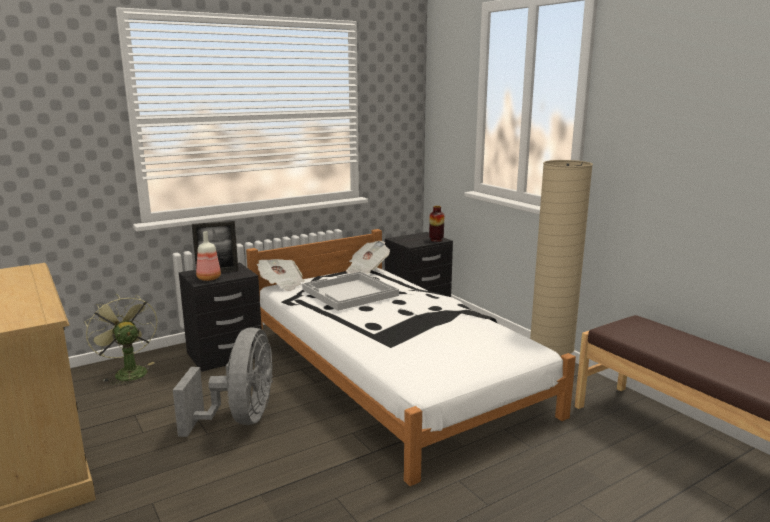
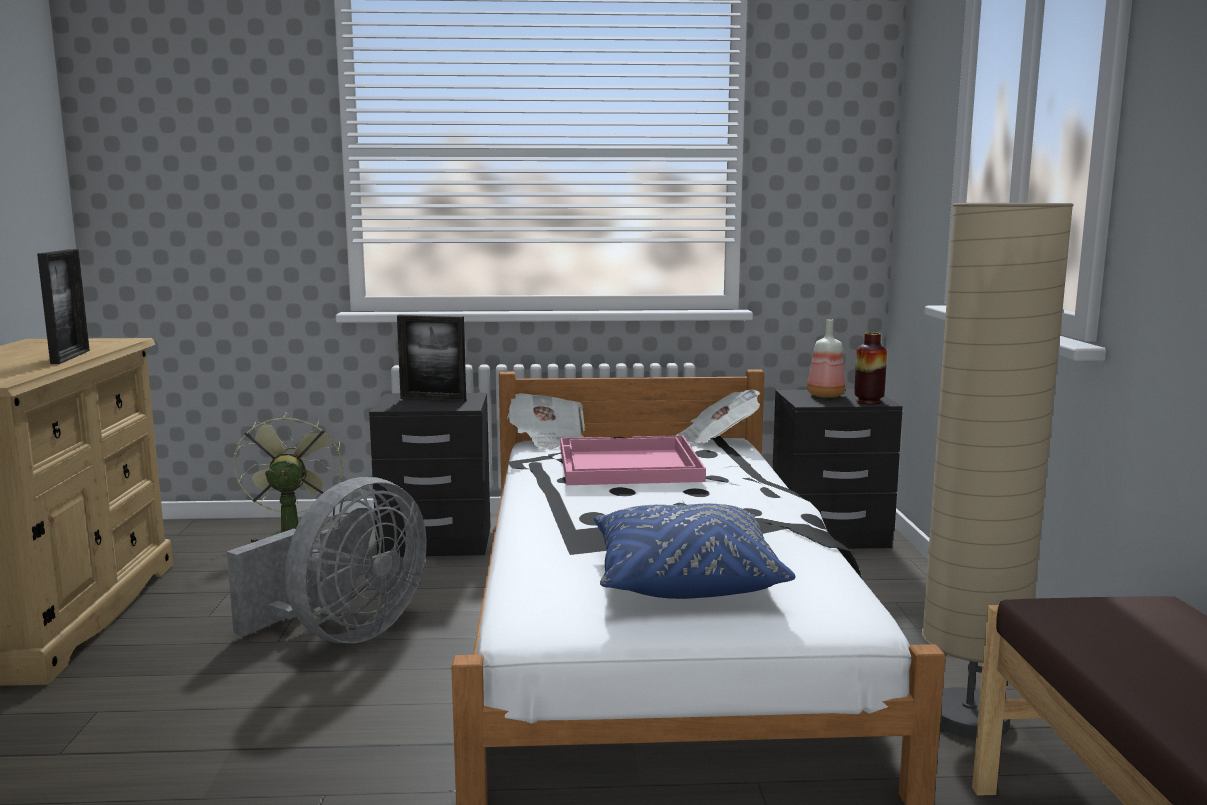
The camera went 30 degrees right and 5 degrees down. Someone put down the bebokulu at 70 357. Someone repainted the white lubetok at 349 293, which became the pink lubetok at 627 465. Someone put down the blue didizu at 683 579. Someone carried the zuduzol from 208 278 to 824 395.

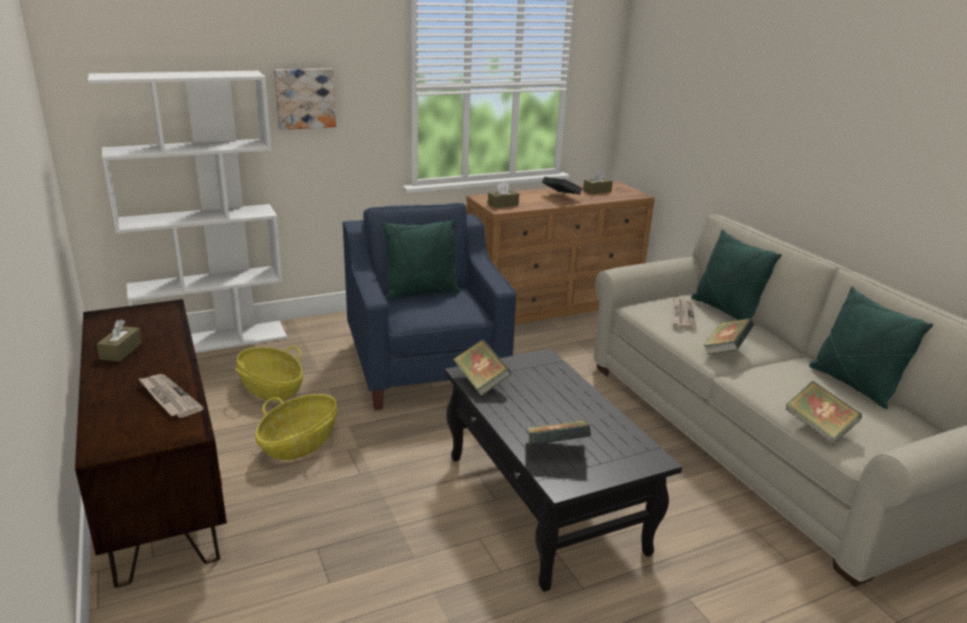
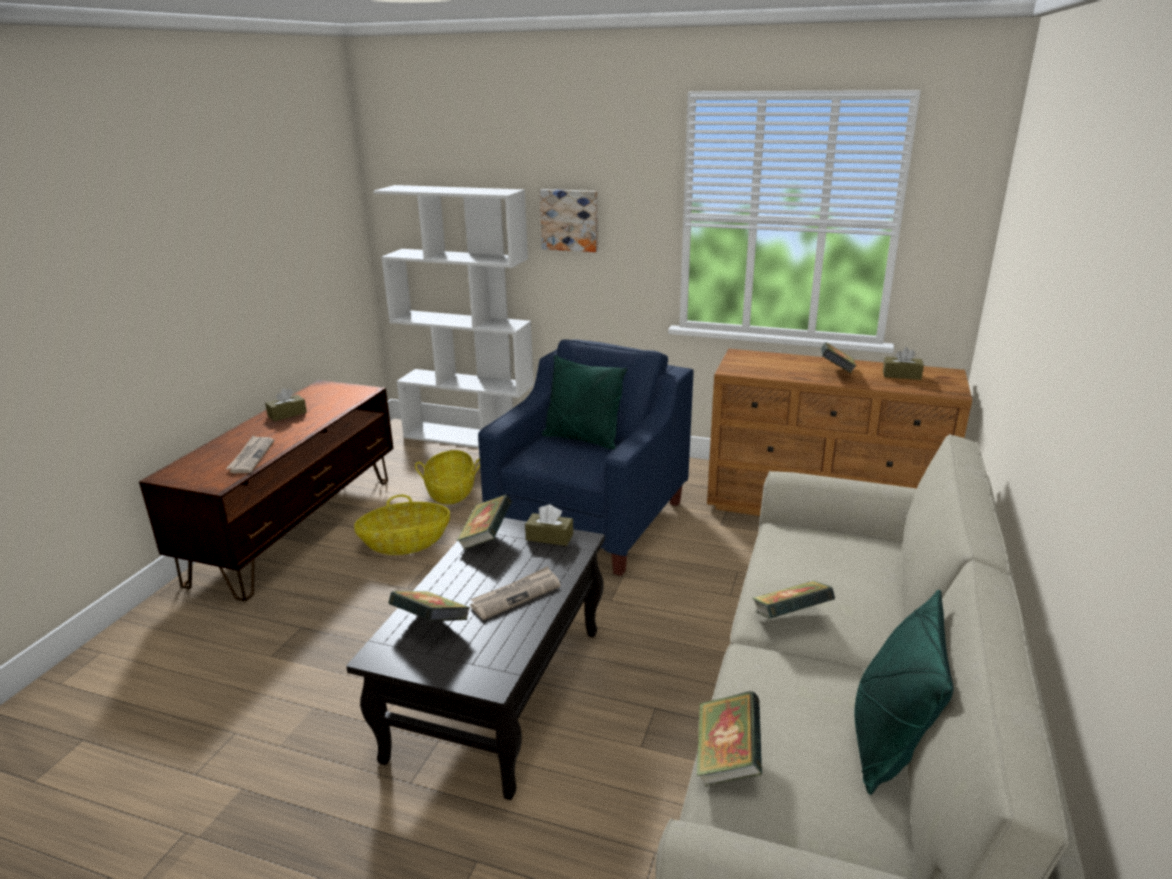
The camera went 45 degrees right and 0 degrees up. Someone carried the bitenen from 682 315 to 516 595. Someone carried the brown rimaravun from 503 204 to 549 537. Someone took away the green didizu at 725 311.

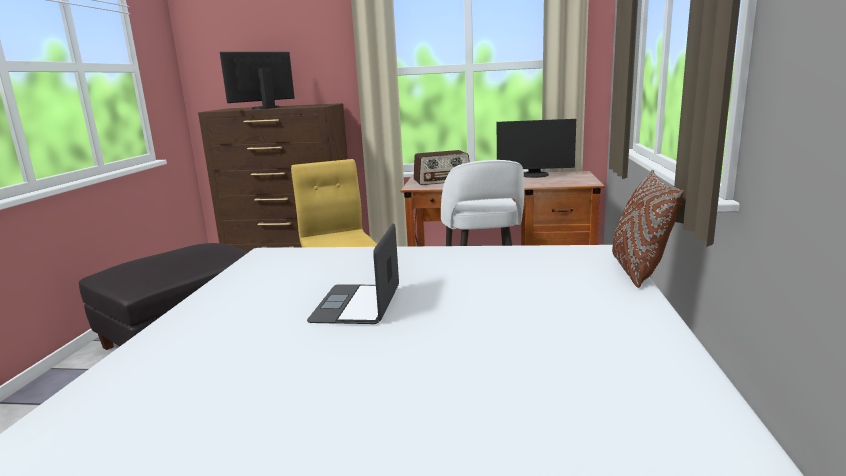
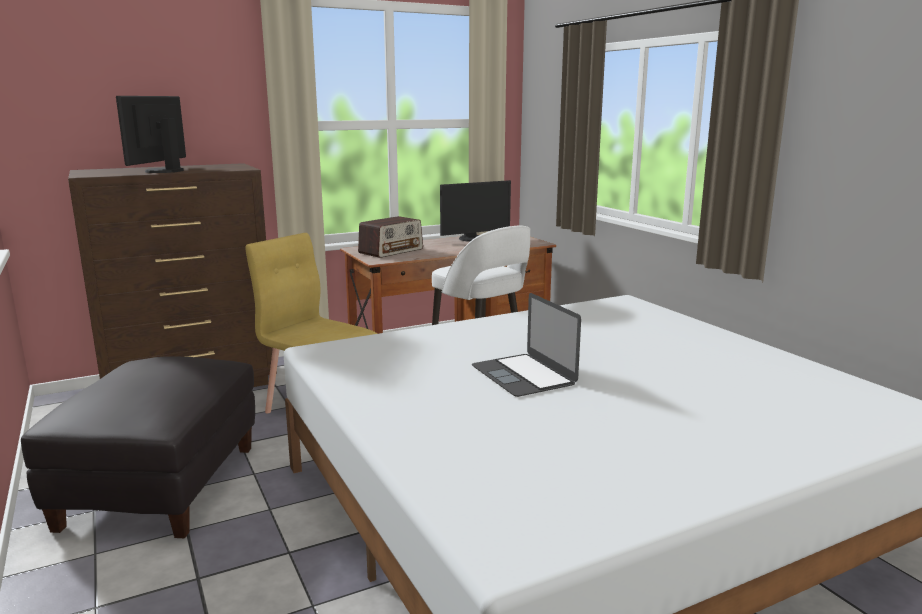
The camera went 35 degrees left and 0 degrees up. Someone took away the brown didizu at 638 271.

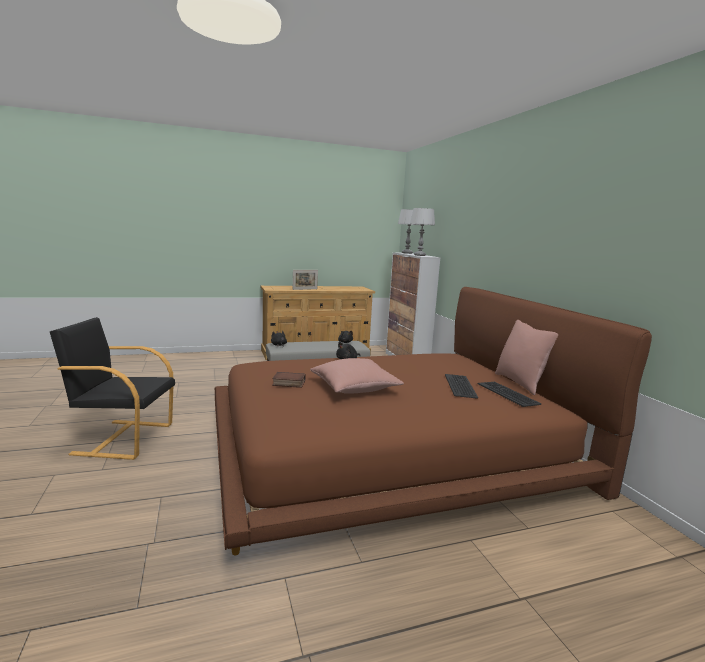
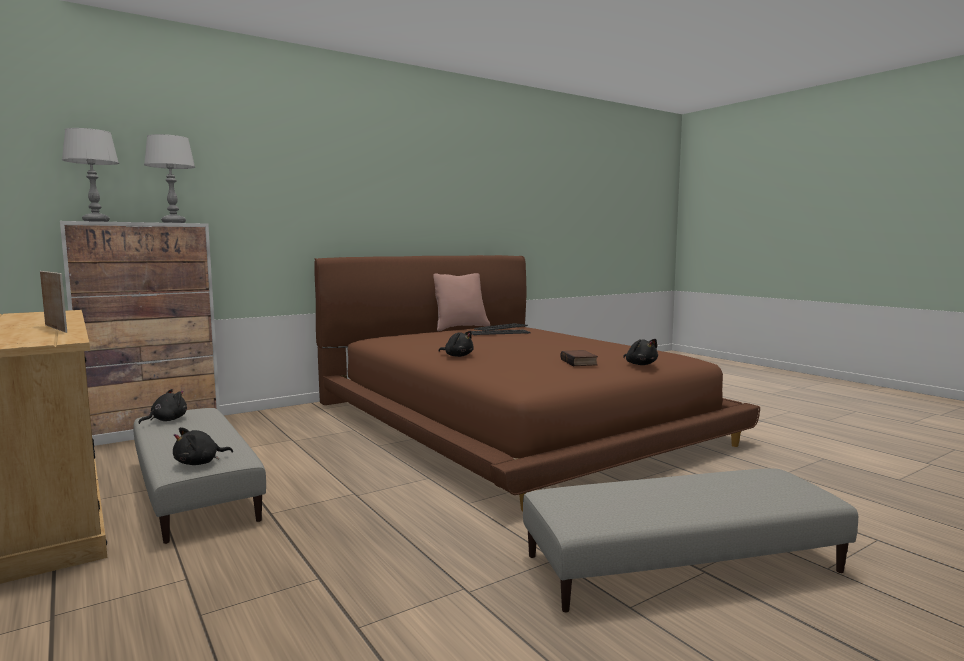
The camera went 105 degrees left and 5 degrees down. Someone swapped the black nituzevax at 122 438 for the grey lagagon at 682 564. Someone put down the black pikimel at 640 364. Someone took away the pink didizu at 354 388.

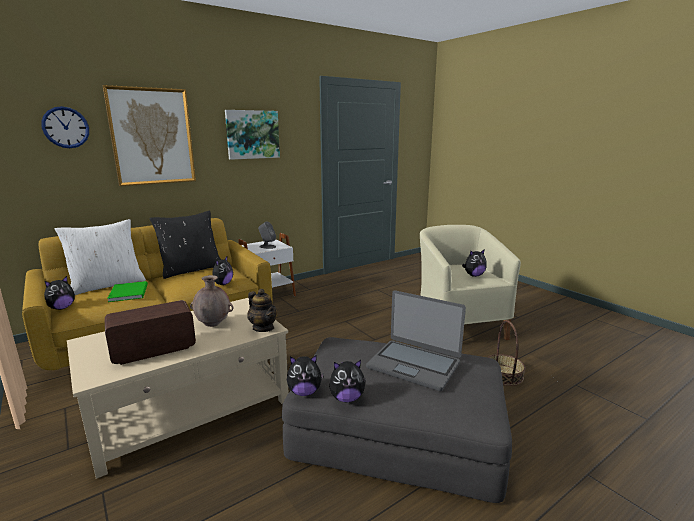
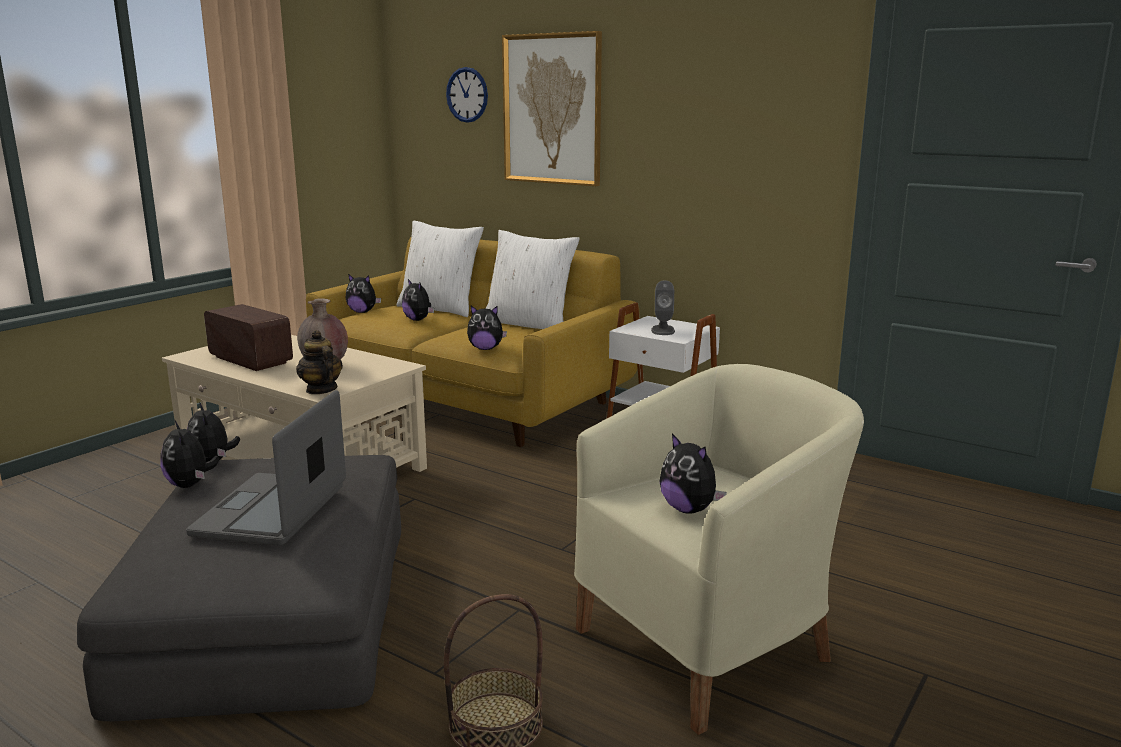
The camera went 70 degrees right and 0 degrees up. Someone rotated the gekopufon at 263 328 by 120 degrees clockwise. Someone swapped the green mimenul at 130 292 for the pikimel at 418 320. Someone repainted the black didizu at 191 269, which became the white didizu at 529 324. Someone took away the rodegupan at 252 134.

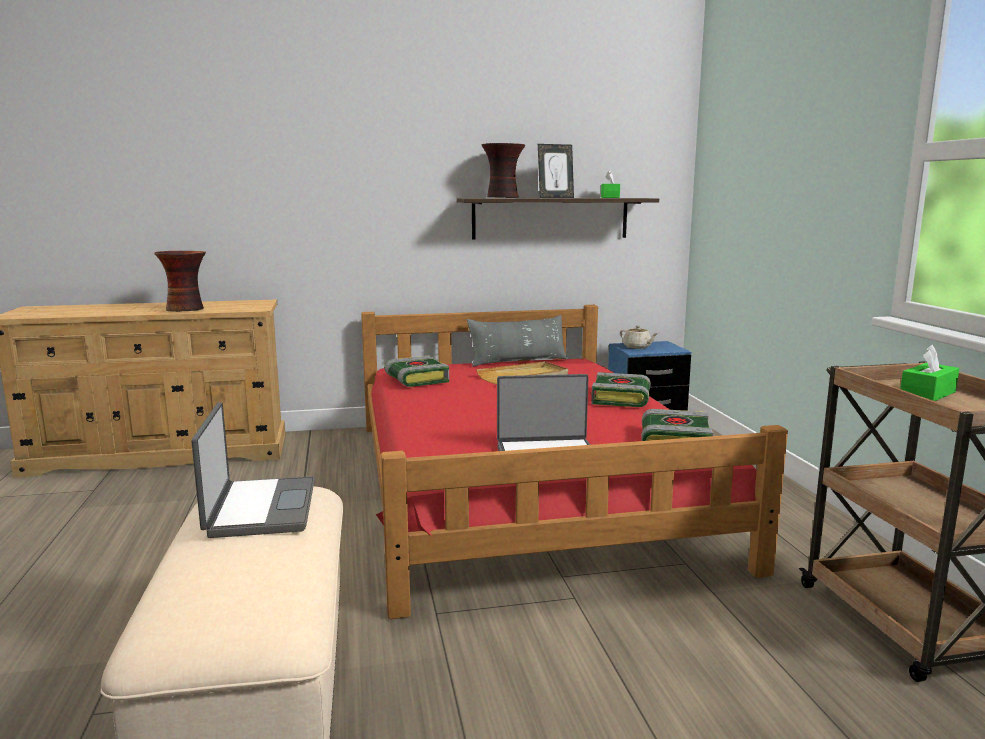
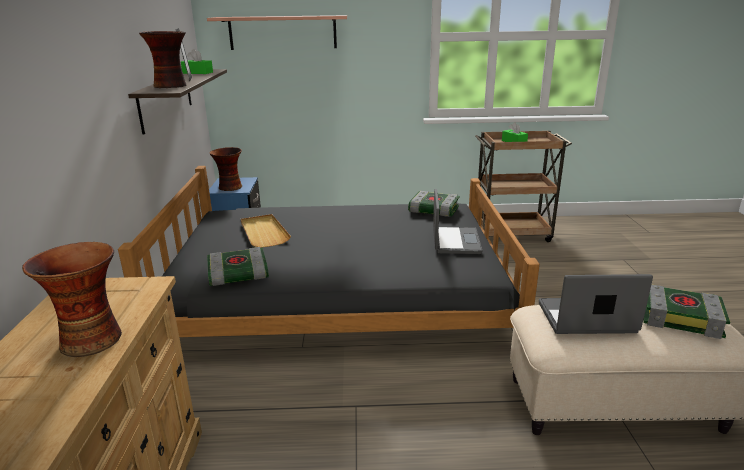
The camera went 80 degrees left and 10 degrees up. Someone repainted the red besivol at 523 486, which became the black besivol at 342 296. Someone put up the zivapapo at 282 32. Someone swapped the beige gekopufon at 637 347 for the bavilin at 230 187. Someone carried the mimenul from 622 399 to 681 317. Someone took away the grey didizu at 518 361.

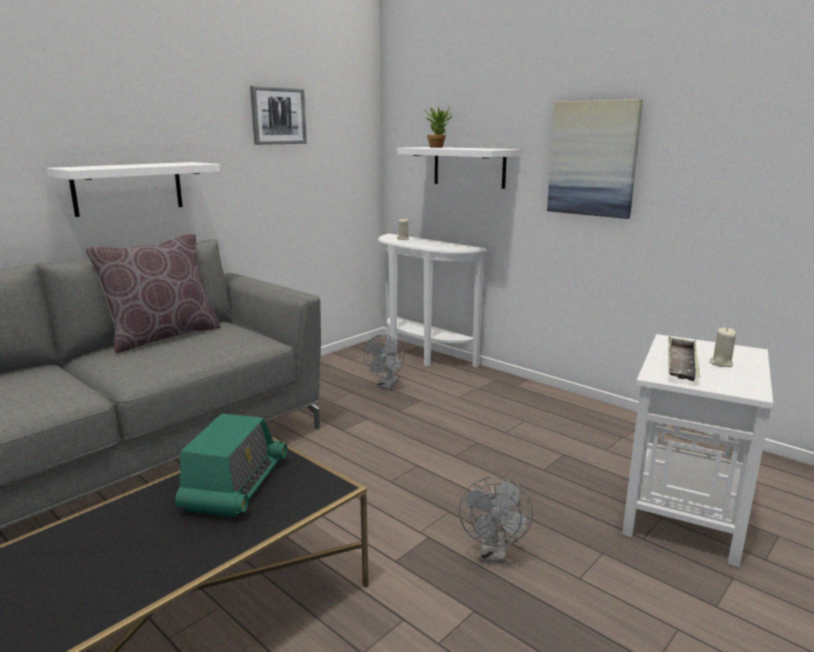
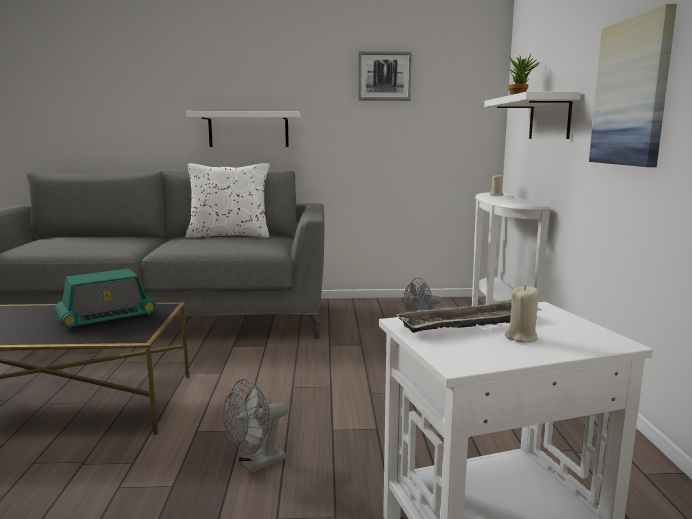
The camera went 45 degrees right and 5 degrees down. Someone repainted the brown didizu at 163 336, which became the white didizu at 229 235.

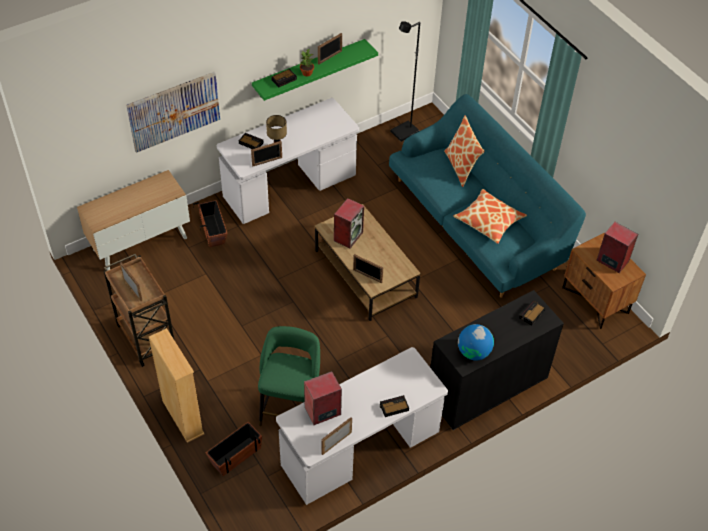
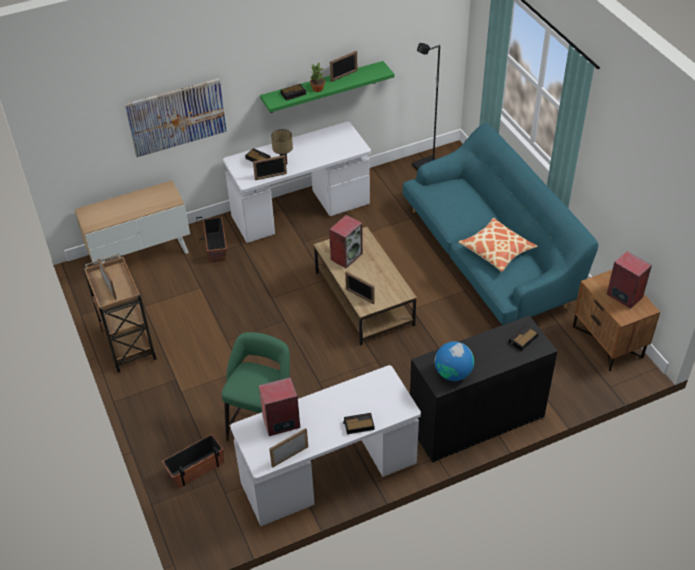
The camera went 10 degrees right and 5 degrees down. Someone took away the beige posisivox at 182 417. Someone took away the didizu at 461 167.

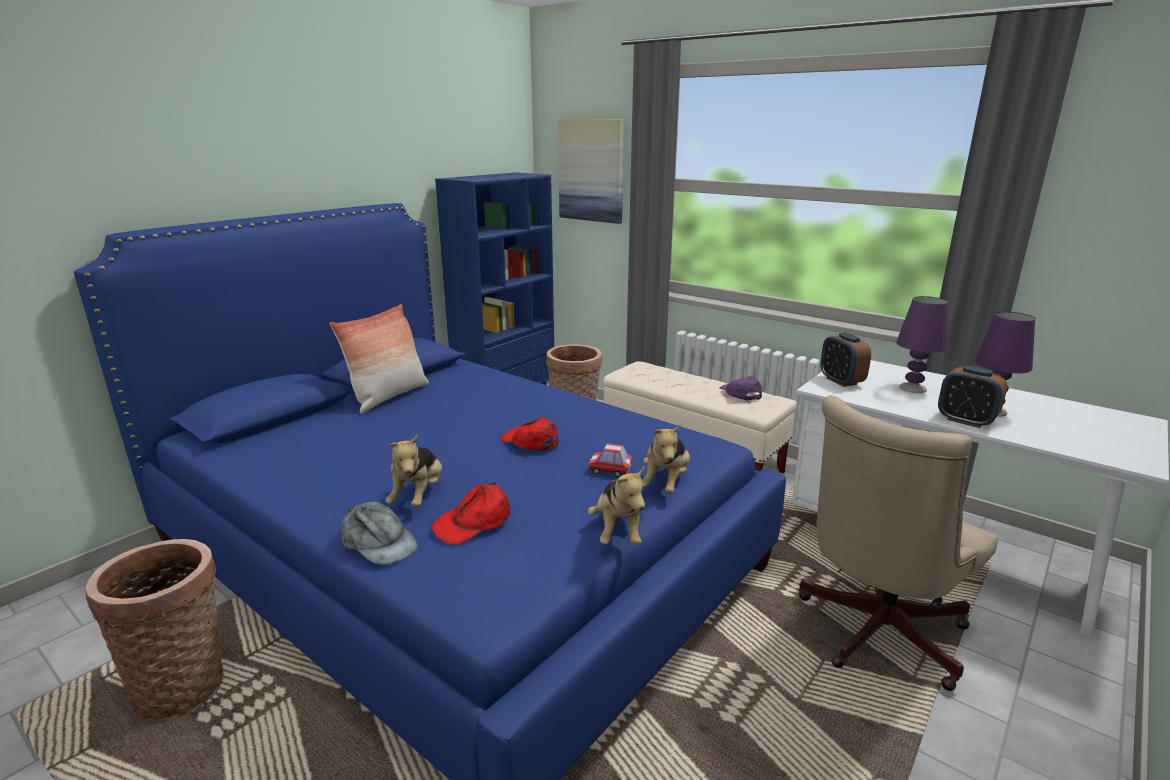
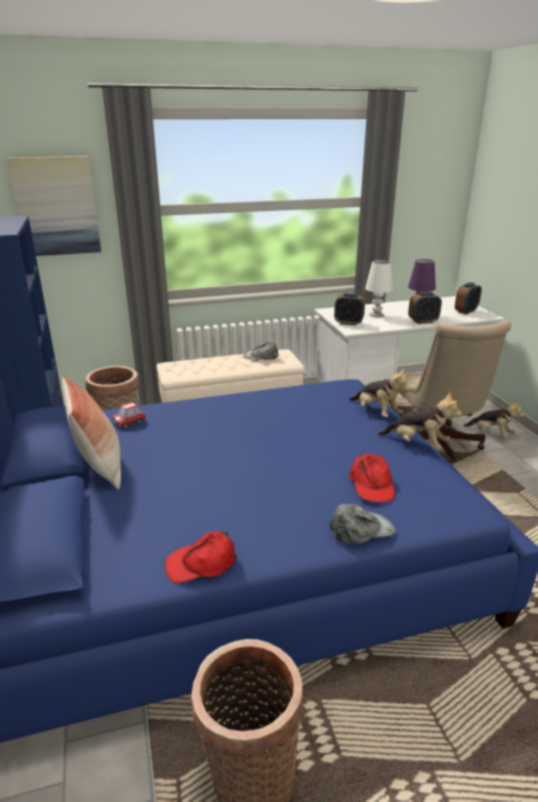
The camera went 55 degrees left and 5 degrees up. Someone carried the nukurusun from 610 470 to 129 422. Someone carried the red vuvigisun from 530 441 to 201 563. Someone repainted the purple vuvigisun at 740 393, which became the grey vuvigisun at 261 356. Someone repainted the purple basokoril at 912 388, which became the white basokoril at 376 315. Someone put down the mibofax at 466 311. Someone carried the pikimel from 418 496 to 491 434.

